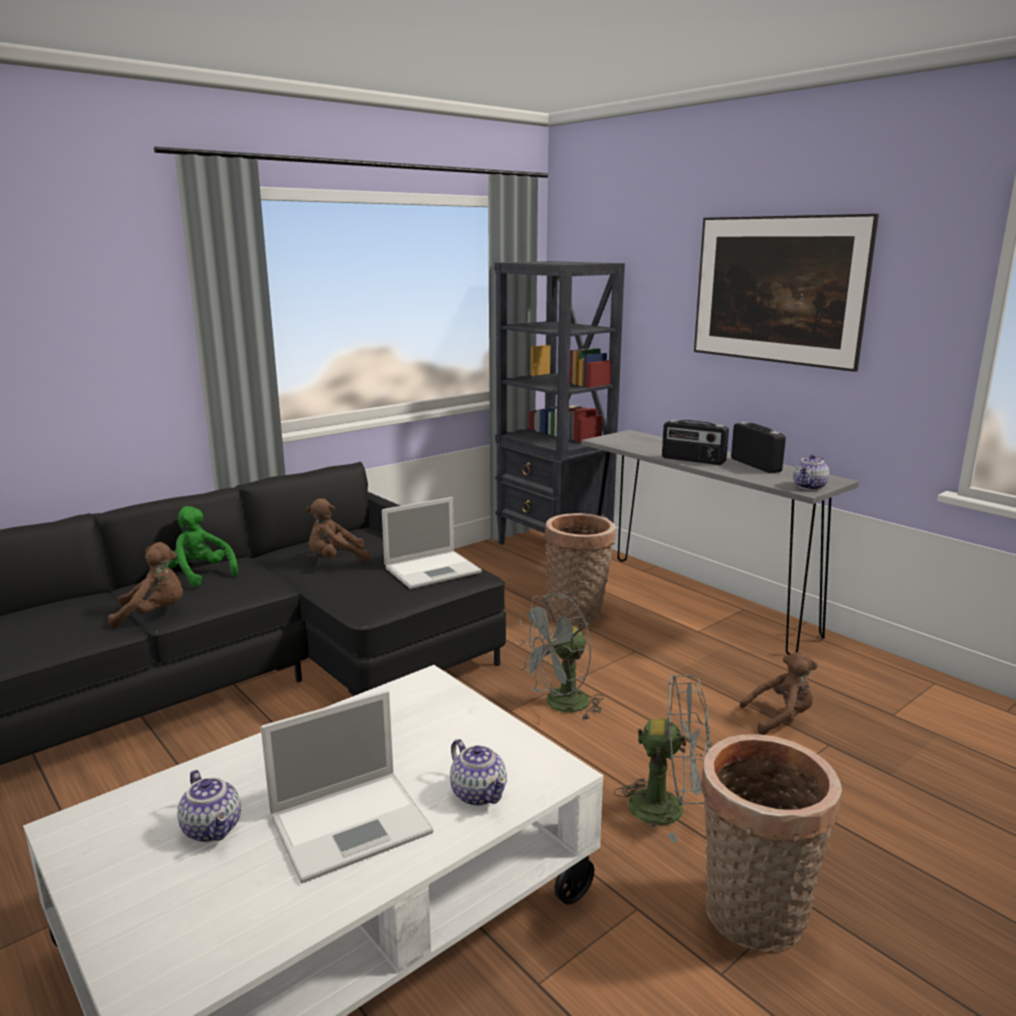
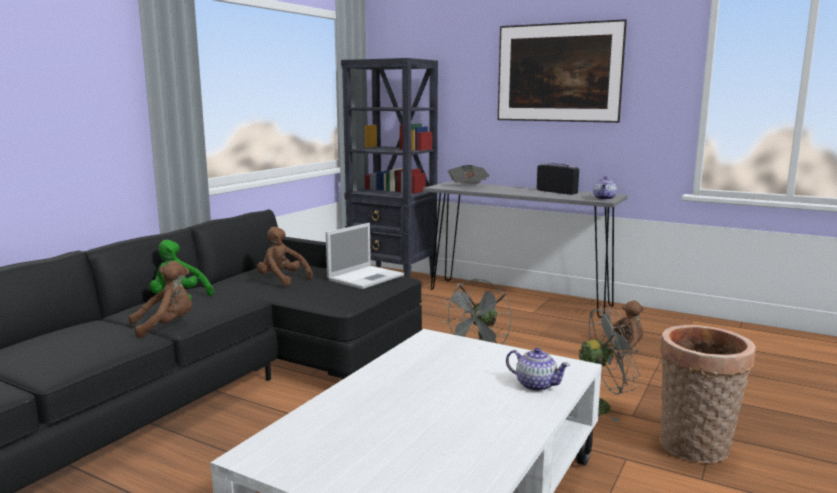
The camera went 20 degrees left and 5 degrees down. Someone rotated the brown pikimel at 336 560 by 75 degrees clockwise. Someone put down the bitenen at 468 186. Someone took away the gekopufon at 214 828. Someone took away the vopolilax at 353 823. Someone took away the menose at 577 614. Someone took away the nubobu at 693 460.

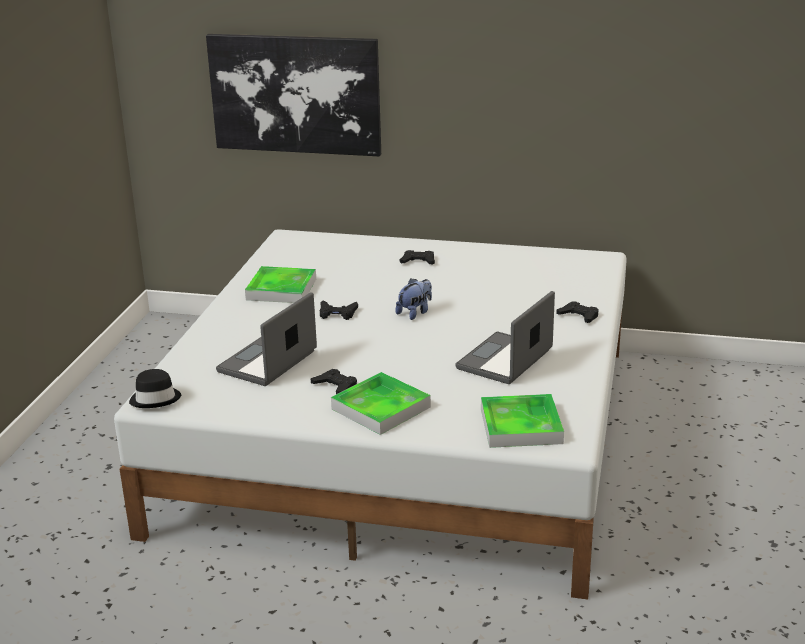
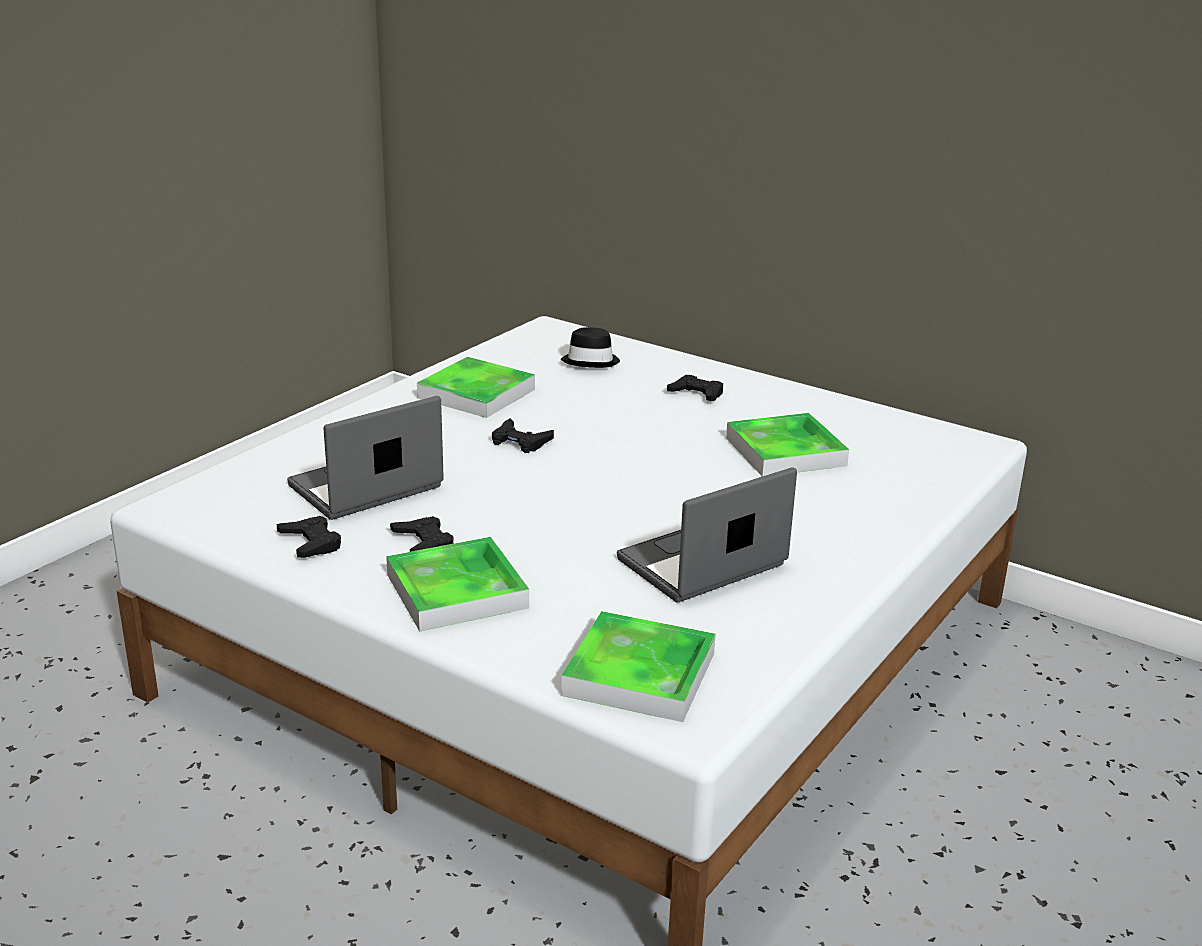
The camera went 20 degrees right and 0 degrees up. Someone carried the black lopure from 578 316 to 311 543. Someone carried the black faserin from 155 398 to 591 361. Someone put down the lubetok at 785 451. Someone took away the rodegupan at 295 94. Someone took away the pikimel at 415 313.

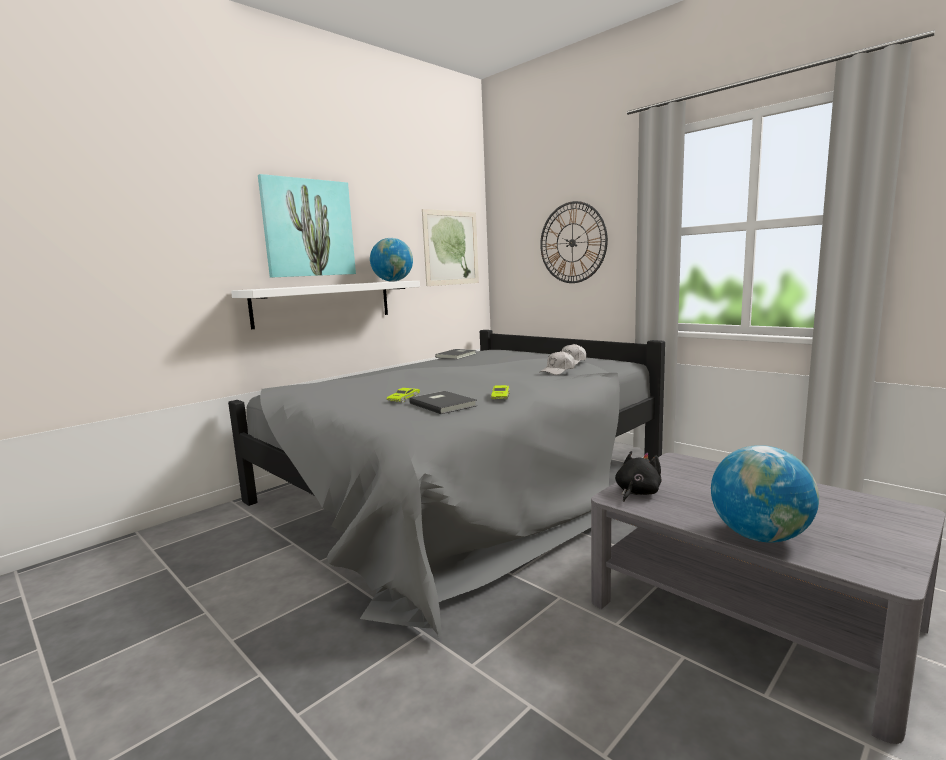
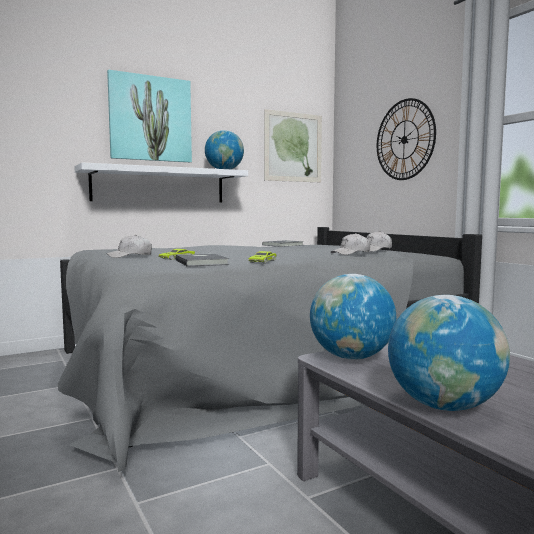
The camera went 15 degrees right and 5 degrees down. Someone put down the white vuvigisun at 130 256. Someone swapped the black pikimel at 636 493 for the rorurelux at 351 357.

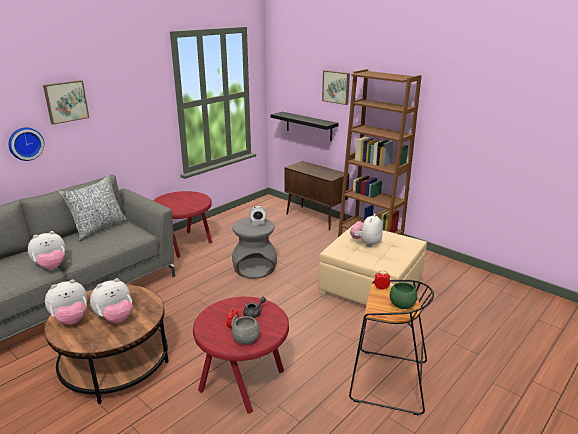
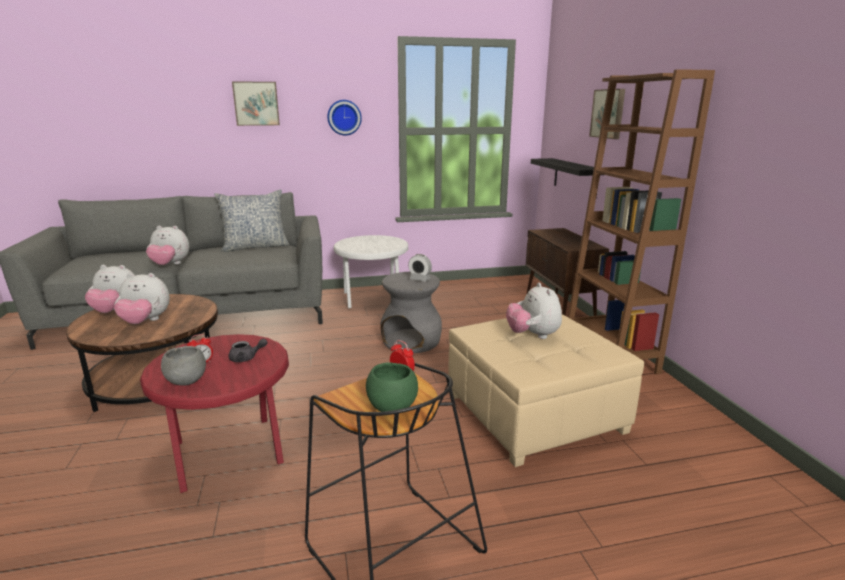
The camera went 35 degrees right and 5 degrees down. Someone carried the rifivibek from 25 143 to 344 117. Someone repainted the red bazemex at 185 244, which became the white bazemex at 373 298. Someone rotated the pikimel at 366 243 by 75 degrees counterclockwise.

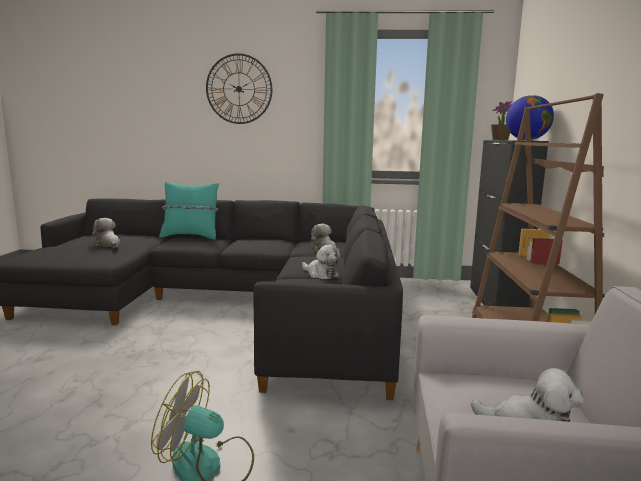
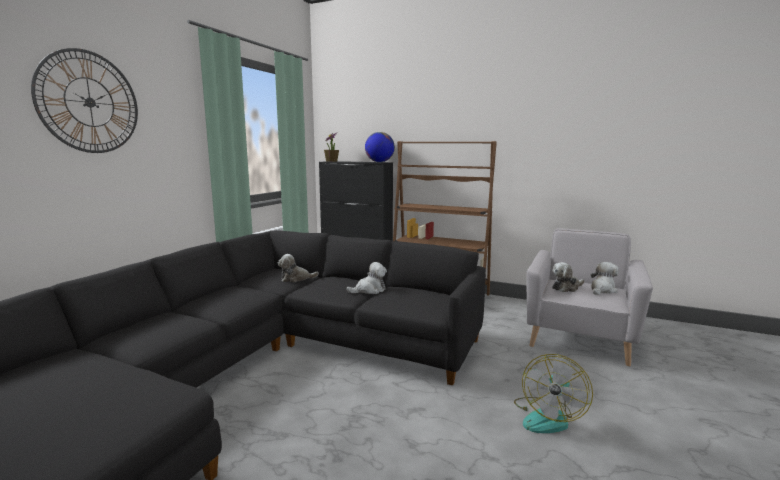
The camera went 70 degrees left and 0 degrees up. Someone carried the pikimel from 108 244 to 566 288. Someone took away the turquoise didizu at 191 236.

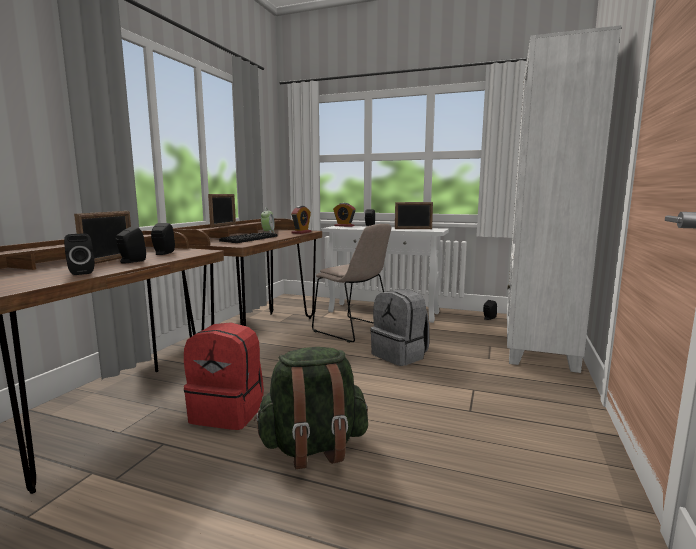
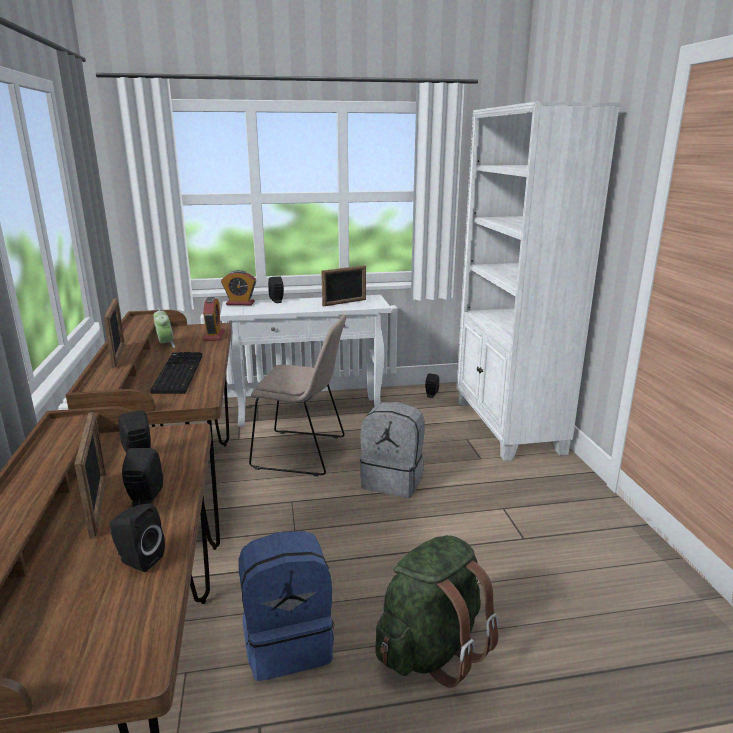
The camera went 30 degrees left and 10 degrees up. Someone repainted the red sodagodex at 228 412, which became the blue sodagodex at 288 642.

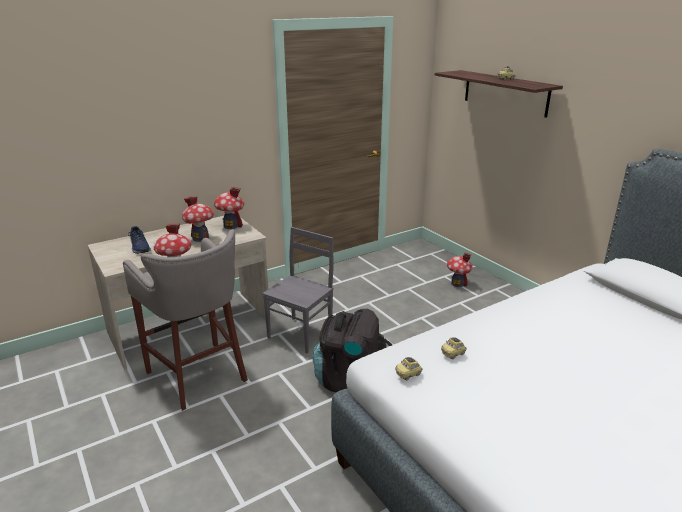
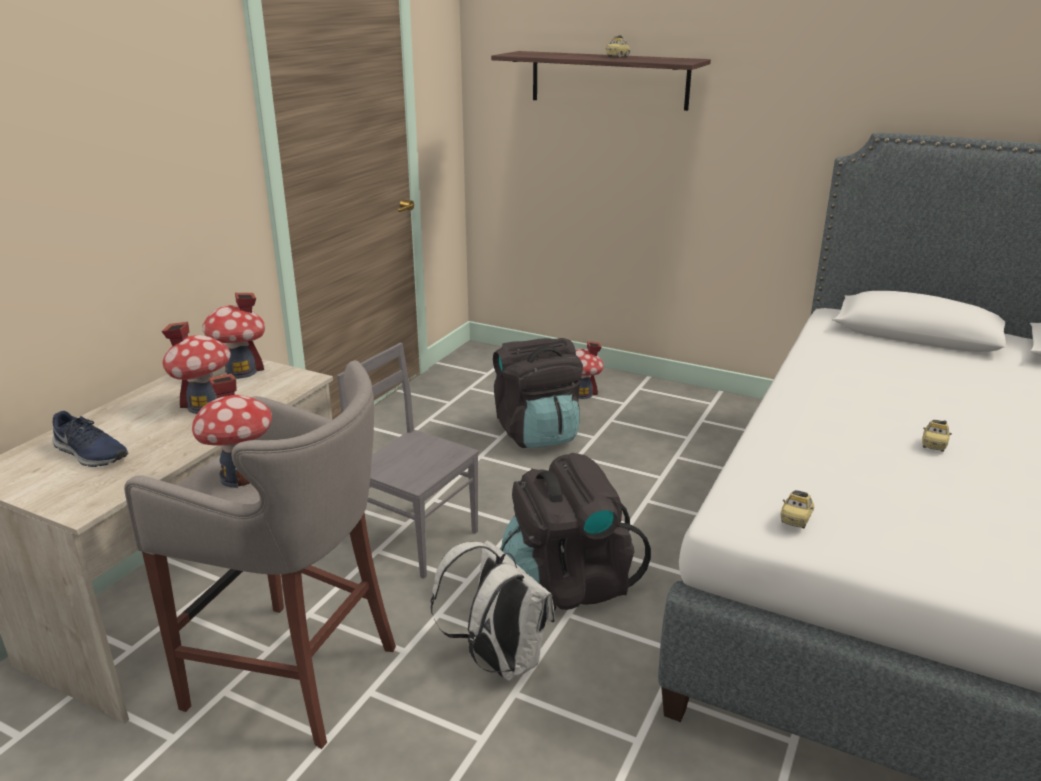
The camera went 30 degrees left and 0 degrees up. Someone rotated the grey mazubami at 301 334 by 60 degrees counterclockwise. Someone put down the white sodagodex at 498 660. Someone put down the black sodagodex at 537 433. Someone carried the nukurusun from 453 354 to 933 445.

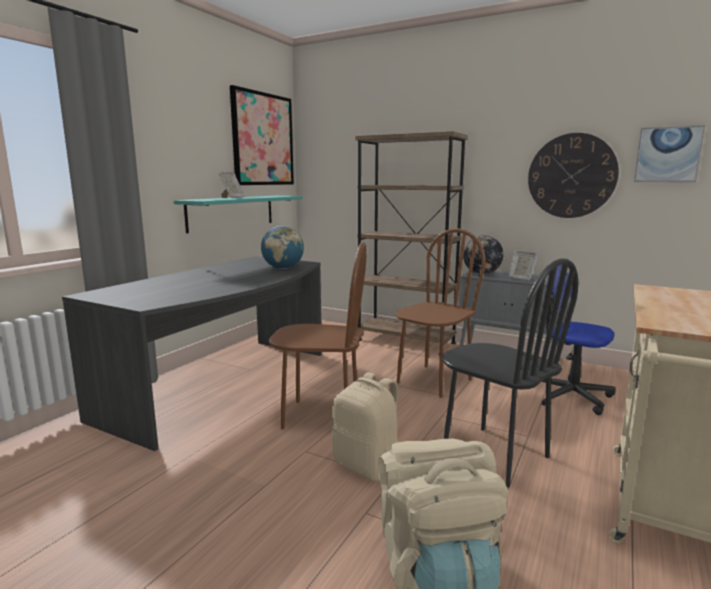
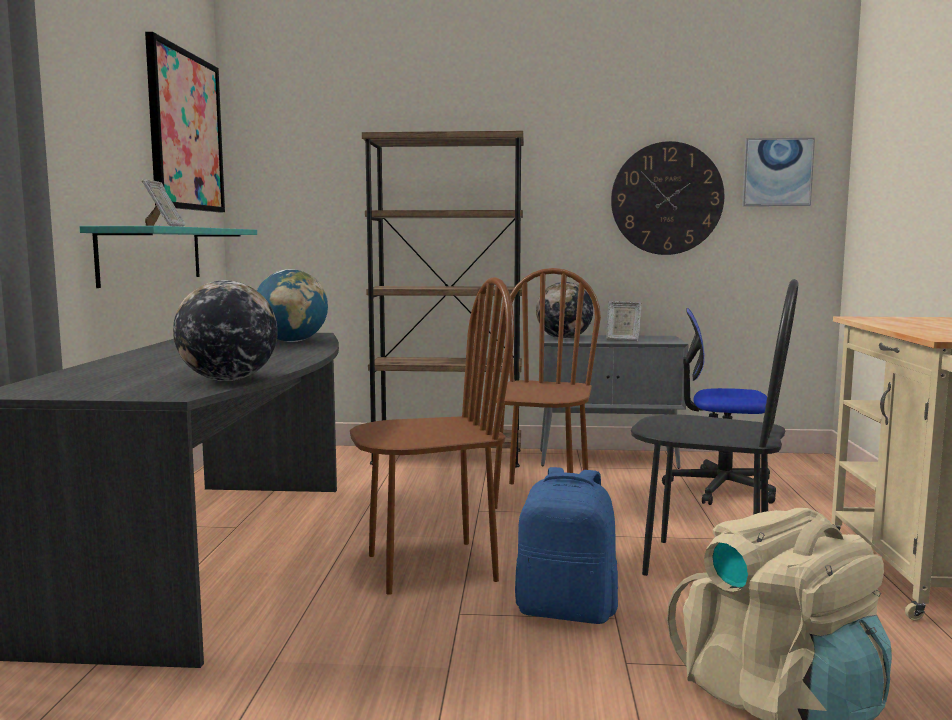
The camera went 25 degrees left and 5 degrees down. Someone put down the rorurelux at 228 380. Someone repainted the beige sodagodex at 368 465, which became the blue sodagodex at 567 611.

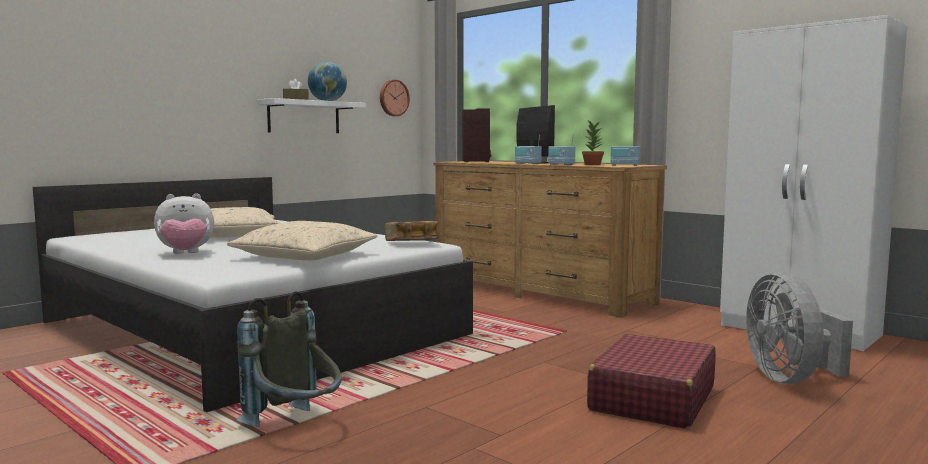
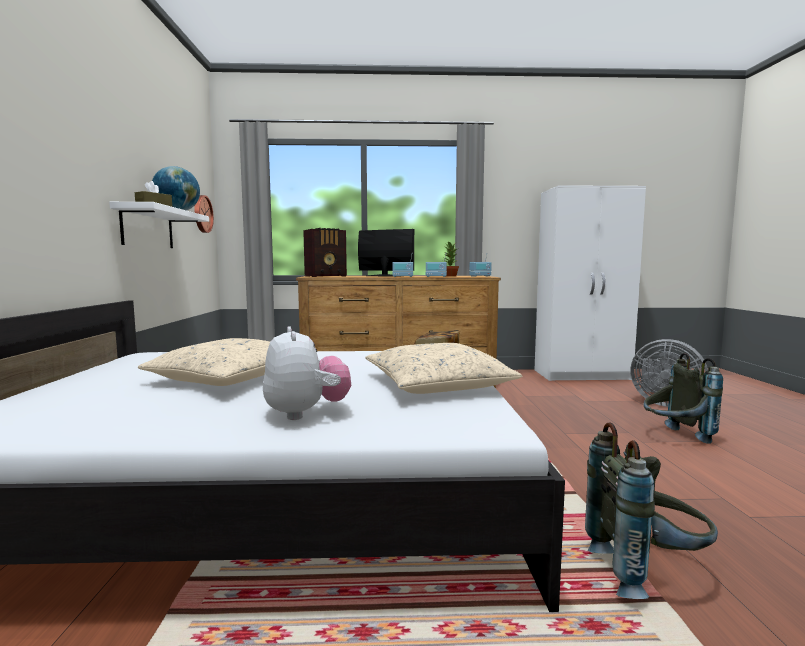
The camera went 45 degrees left and 0 degrees up. Someone rotated the pikimel at 185 254 by 45 degrees counterclockwise. Someone rotated the nubobu at 476 161 by 105 degrees clockwise. Someone swapped the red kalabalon at 652 399 for the grey sodagodex at 675 437.

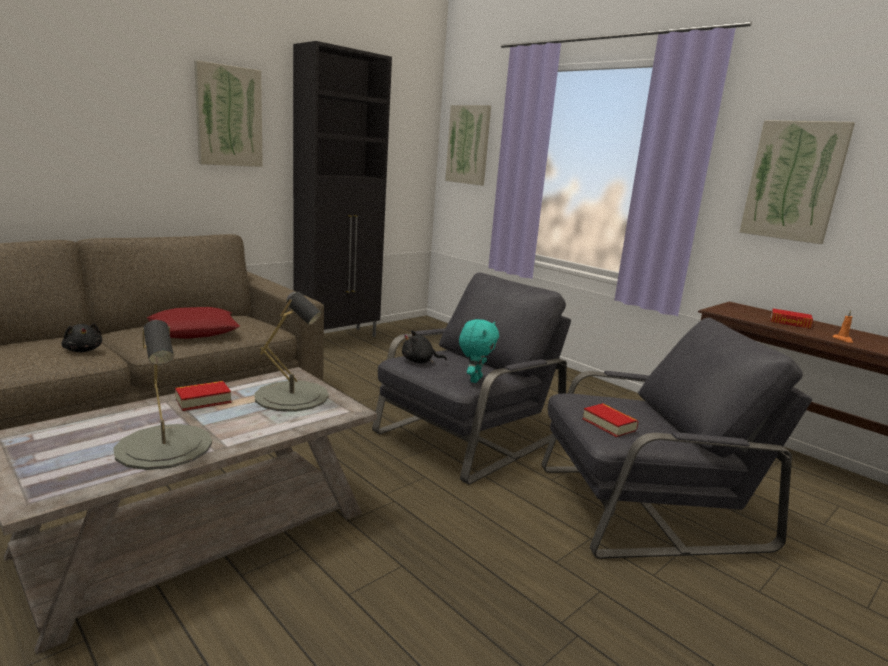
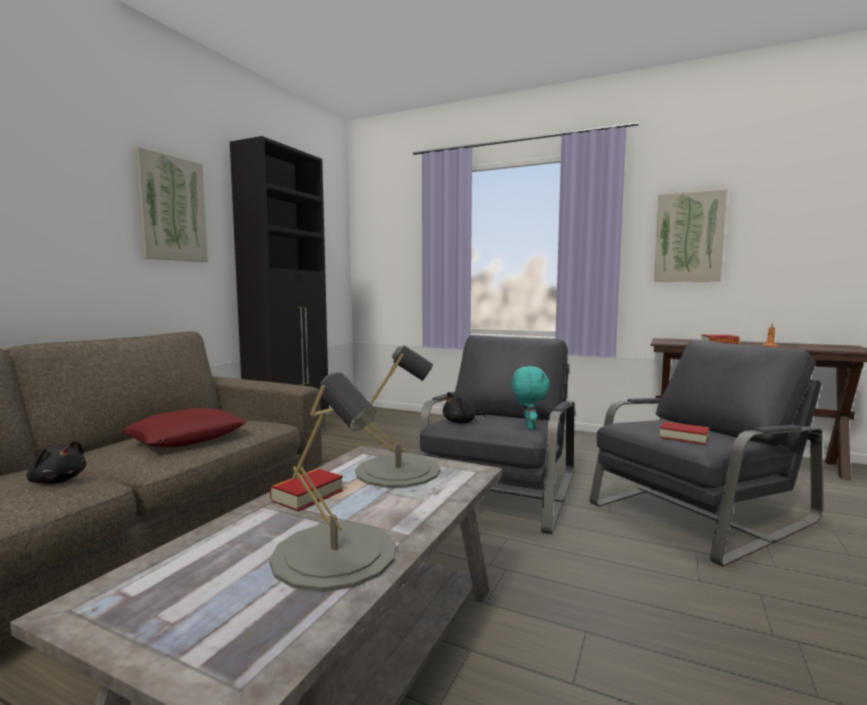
The camera went 20 degrees left and 10 degrees down. Someone took away the rodegupan at 468 145.

